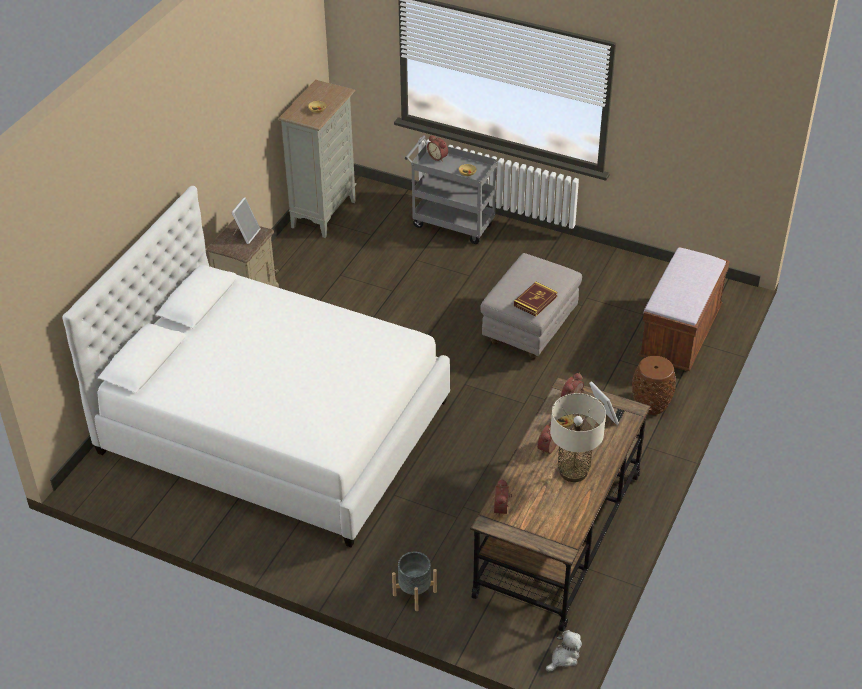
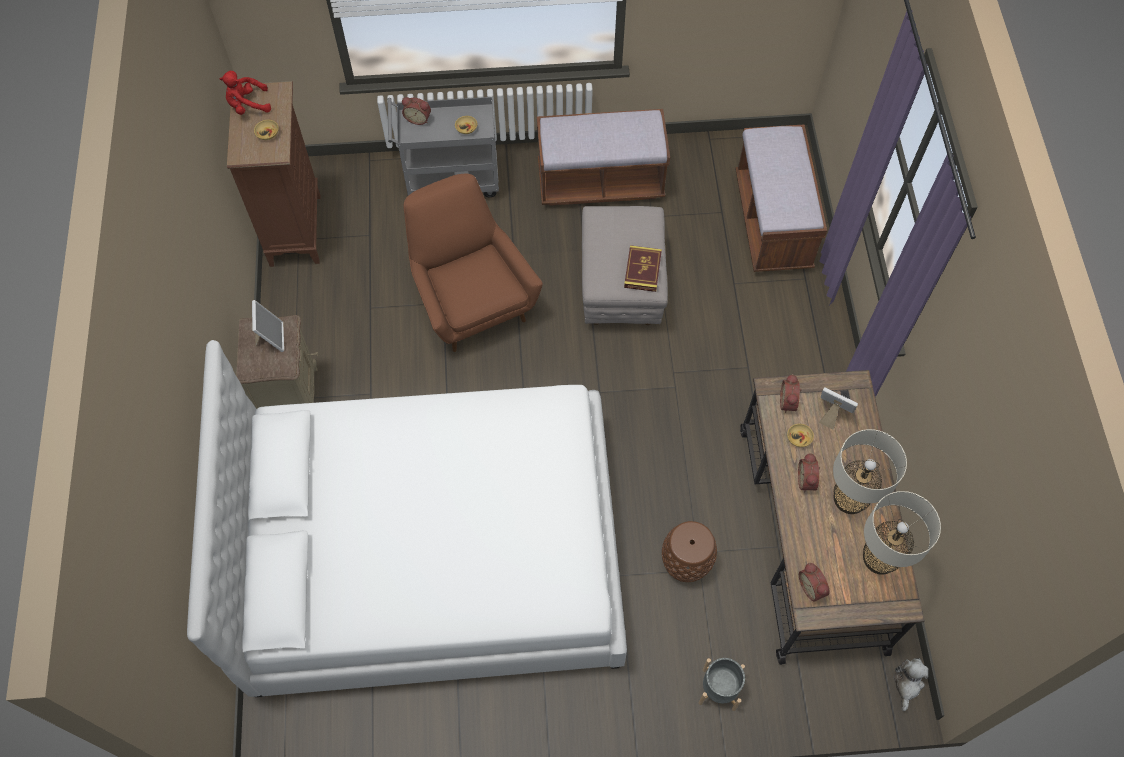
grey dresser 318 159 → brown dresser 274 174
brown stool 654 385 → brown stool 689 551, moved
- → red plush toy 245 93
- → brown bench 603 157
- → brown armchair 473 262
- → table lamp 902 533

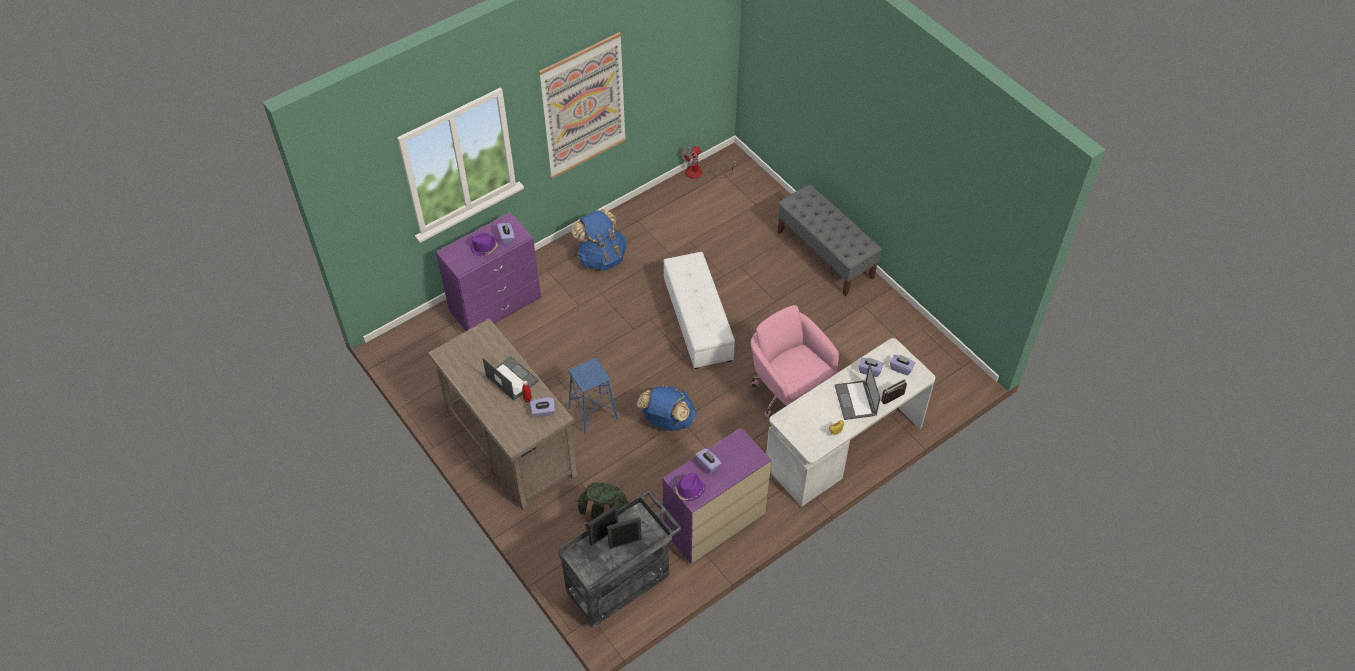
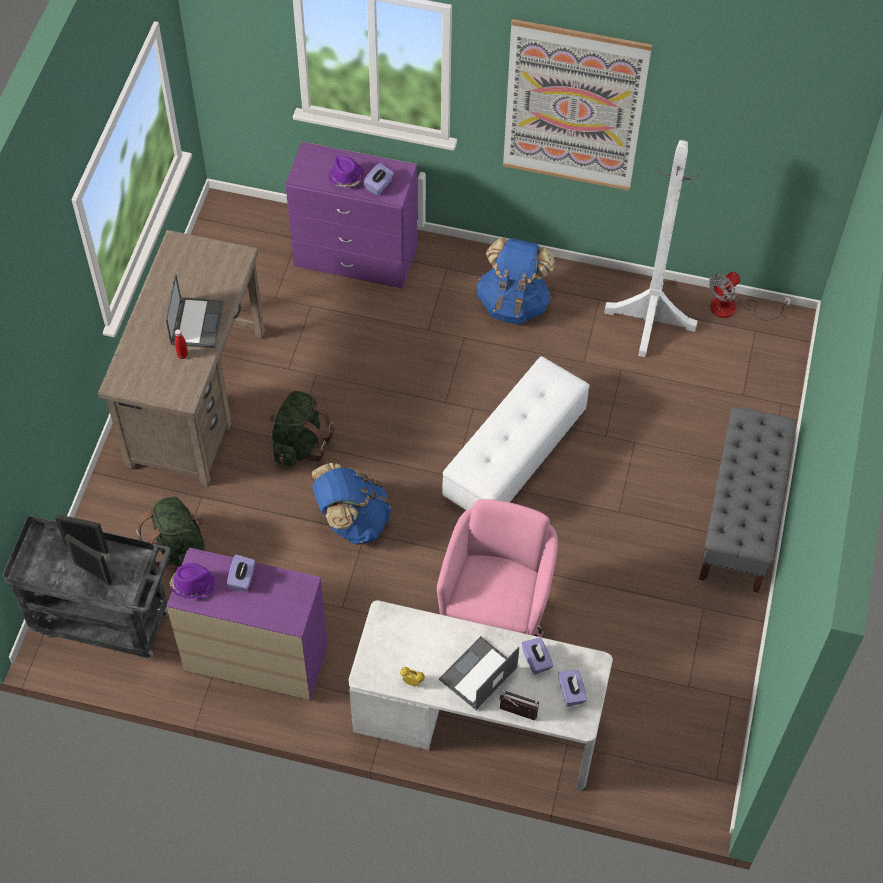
fan 709 162 → fan 750 296, 45 degrees counterclockwise
blue stool 593 396 → green backpack 302 428
purple tissue box 542 407 → -
- → white clothes rack 651 248

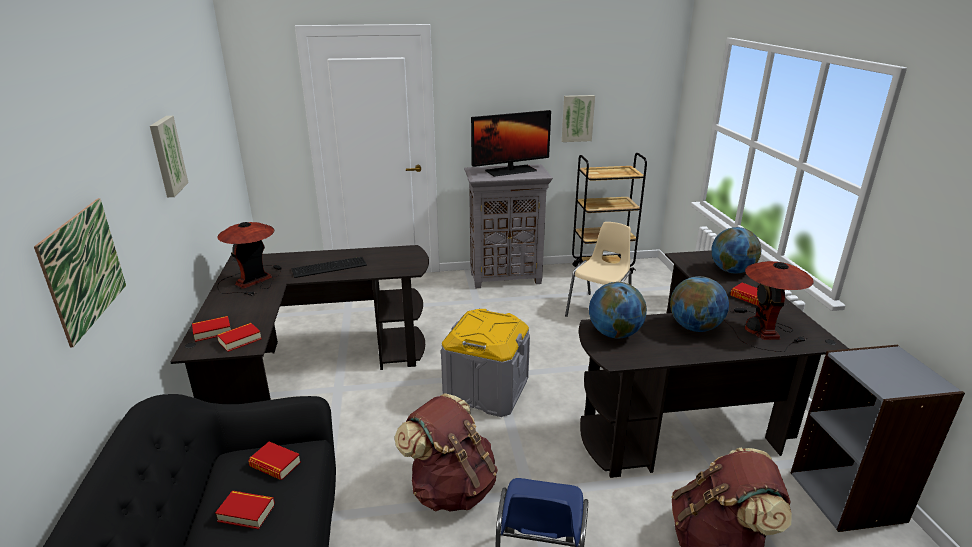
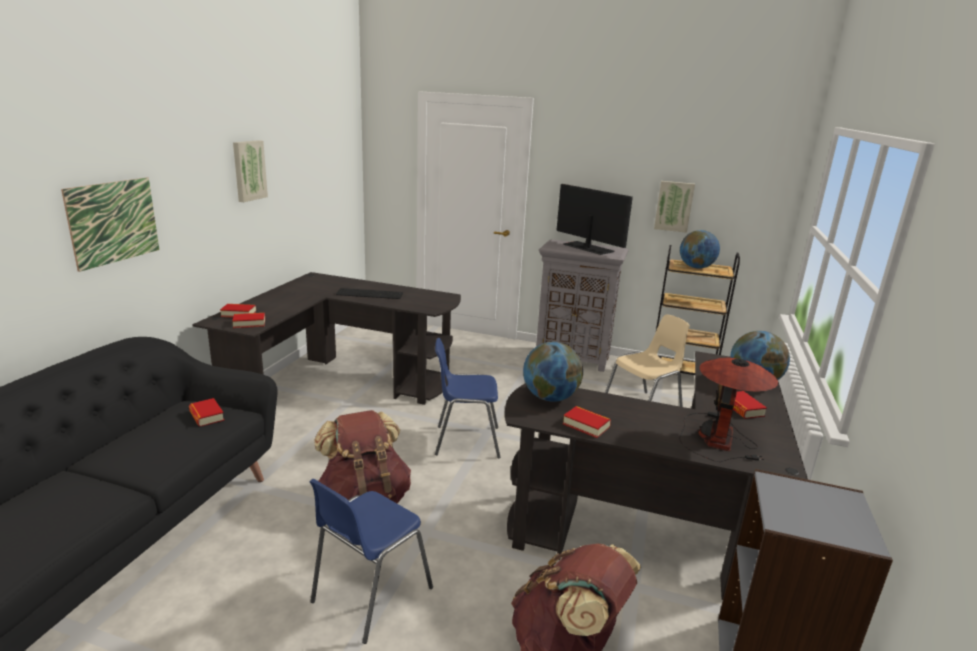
monitor 511 143 → monitor 595 219, 135 degrees counterclockwise
table lamp 249 259 → -
globe 699 304 → globe 700 249, moved
grey storage box 485 363 → blue chair 467 398
book 245 510 → book 587 422, moved

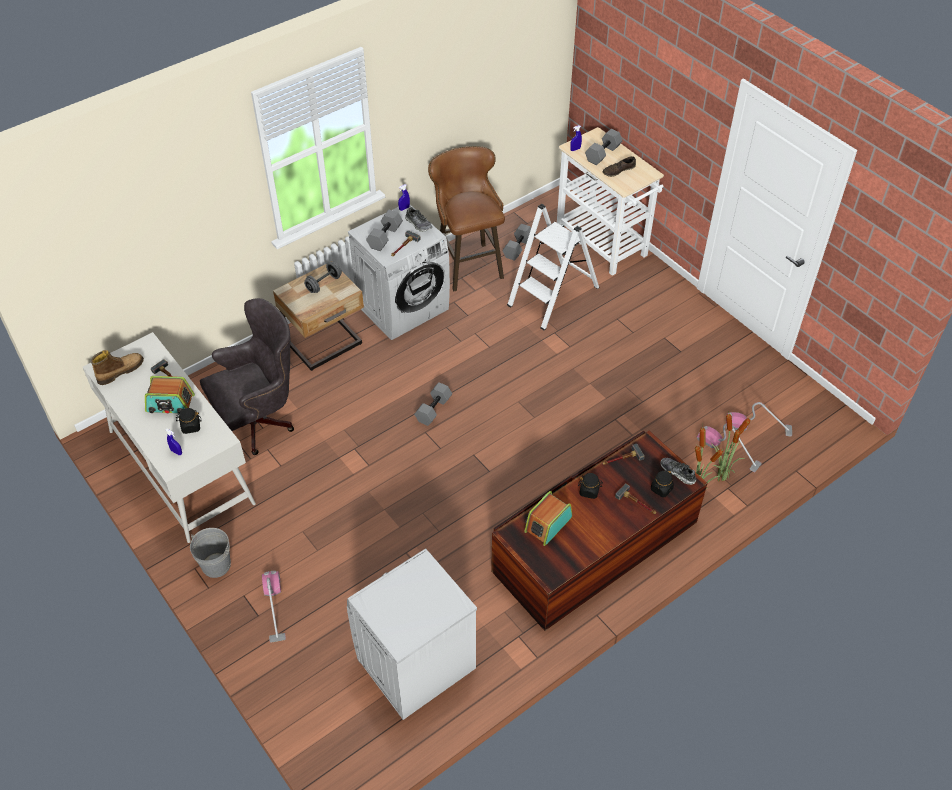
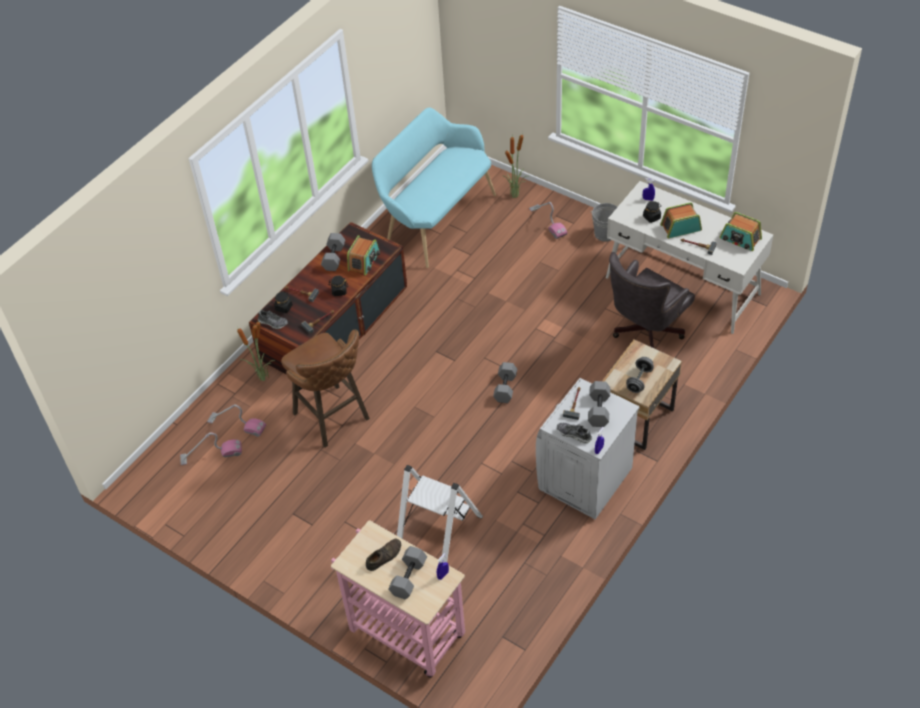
white cart 610 201 → pink cart 398 599
brown stool 466 218 → brown stool 325 388, moved
grey dumbbell 517 242 → grey dumbbell 333 252, moved
boot 117 367 → radio 740 231
potted plant 731 446 → potted plant 514 165, moved
white washing machine 412 634 → turquoise bench 434 187

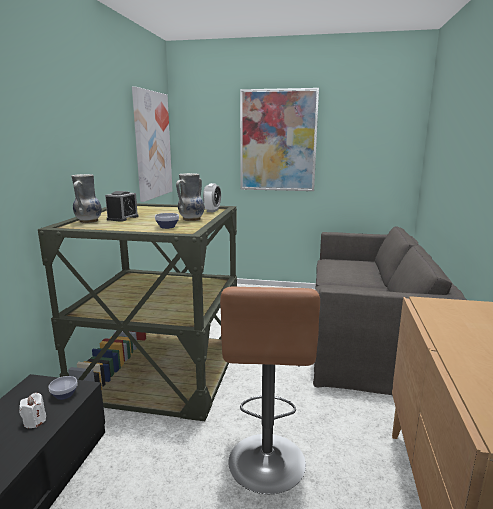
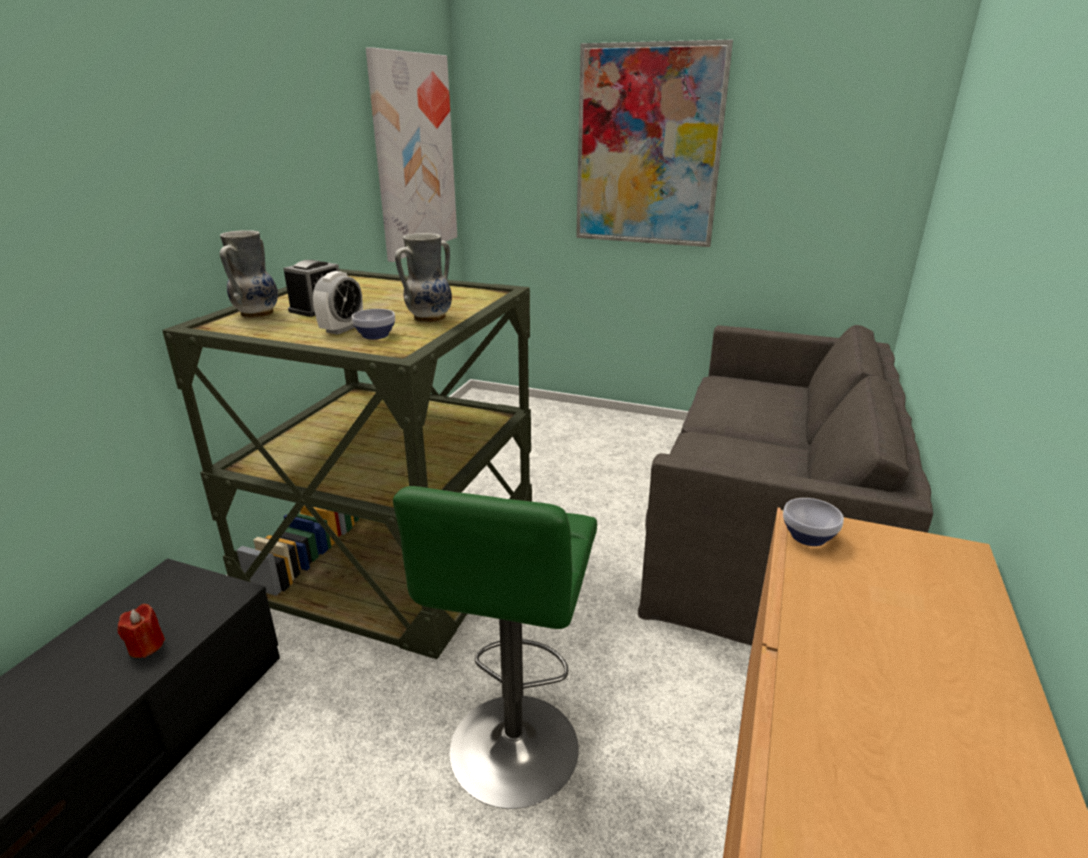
alarm clock 212 197 → alarm clock 338 303, moved
brown stool 270 390 → green stool 495 647
bowl 63 388 → bowl 813 522, moved
white candle 32 410 → red candle 141 631

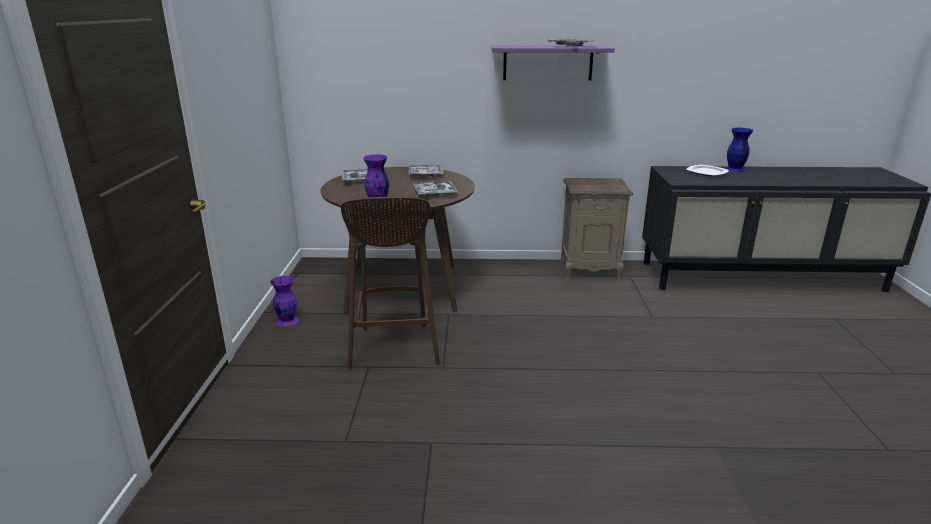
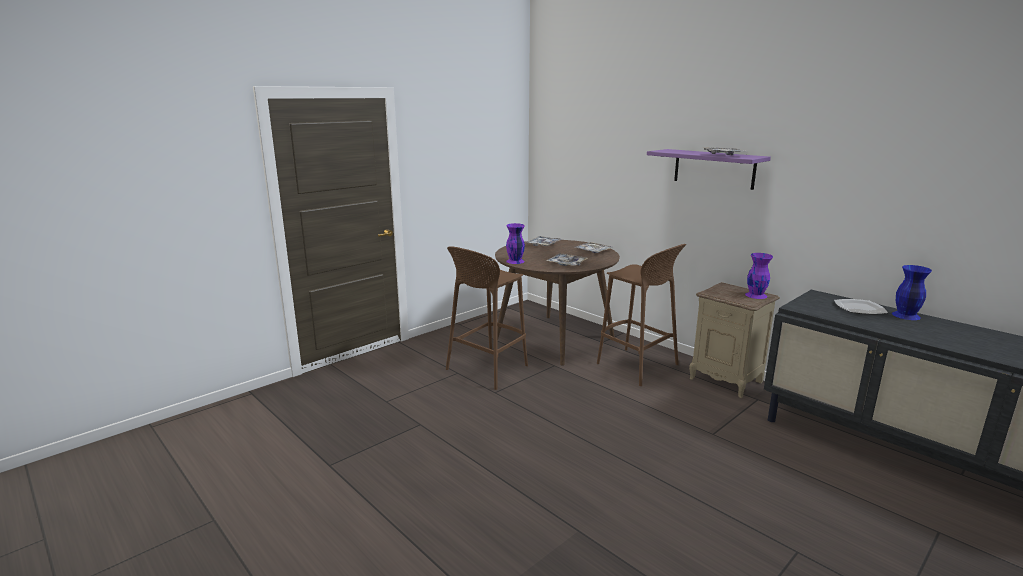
purple vase 284 301 → purple vase 759 276, moved
- → brown stool 641 315

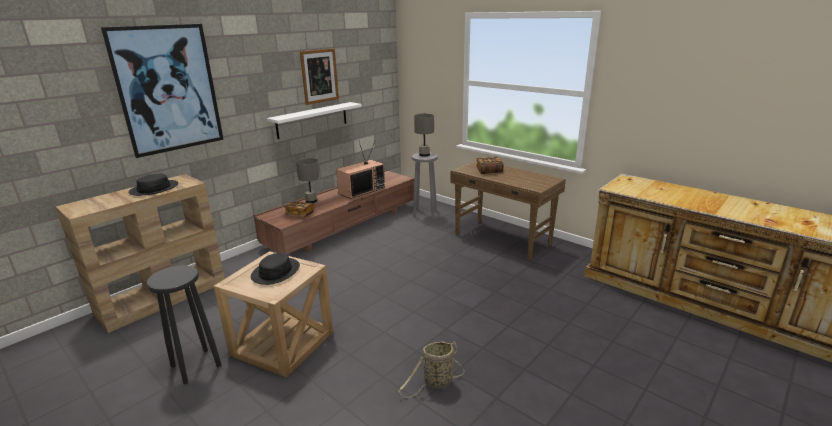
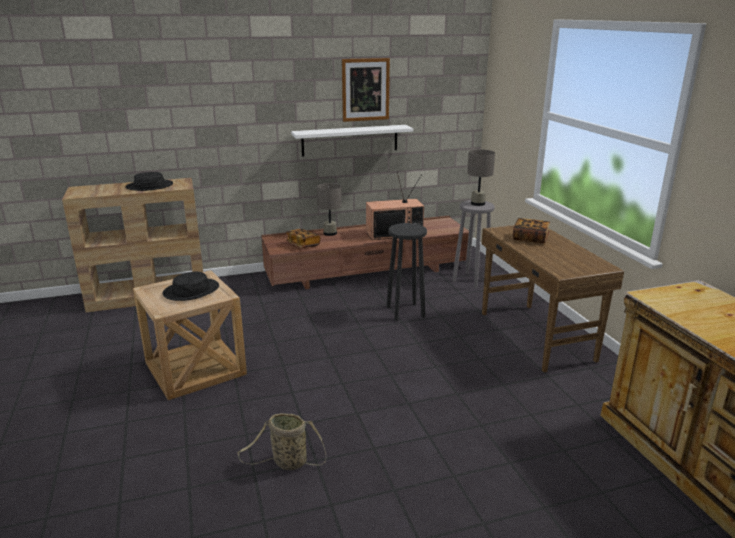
picture 162 91 → -
black stool 184 324 → black stool 407 272, moved

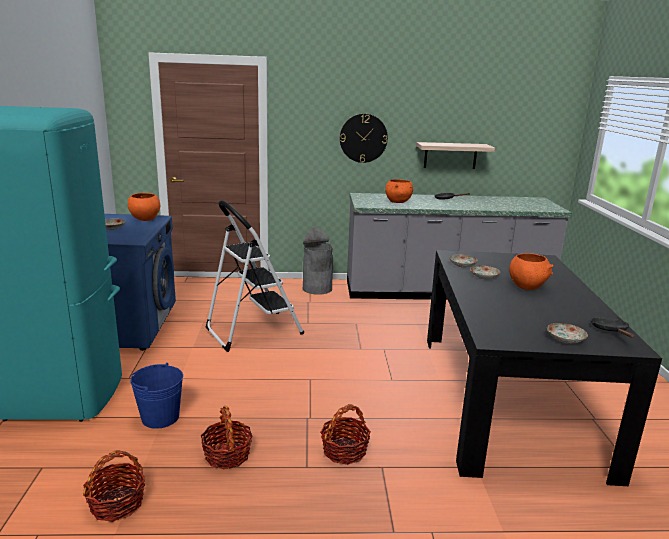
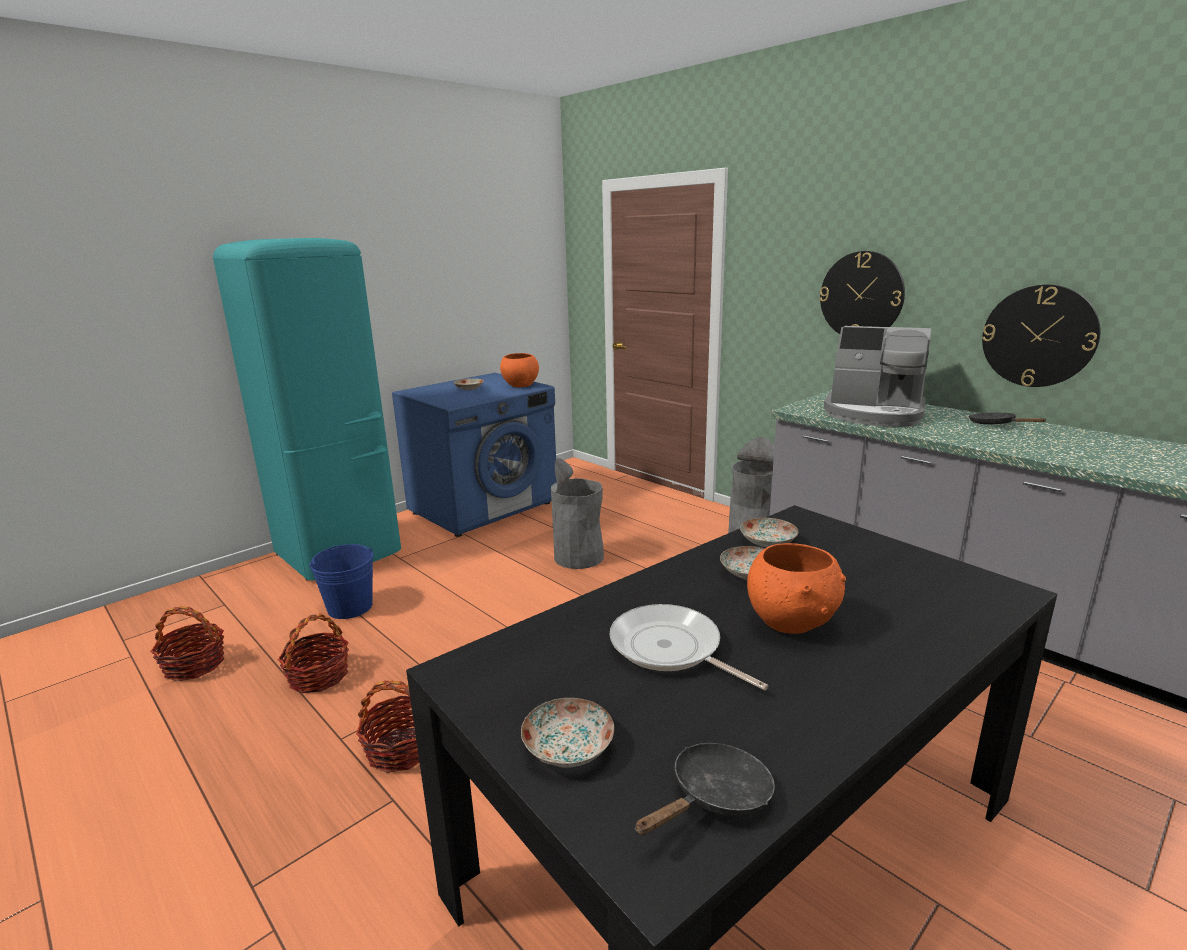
shelf 455 155 → wall clock 1041 336
orange bowl 399 191 → coffee machine 877 376
step ladder 255 276 → grey trash can 577 513
- → frying pan 688 647

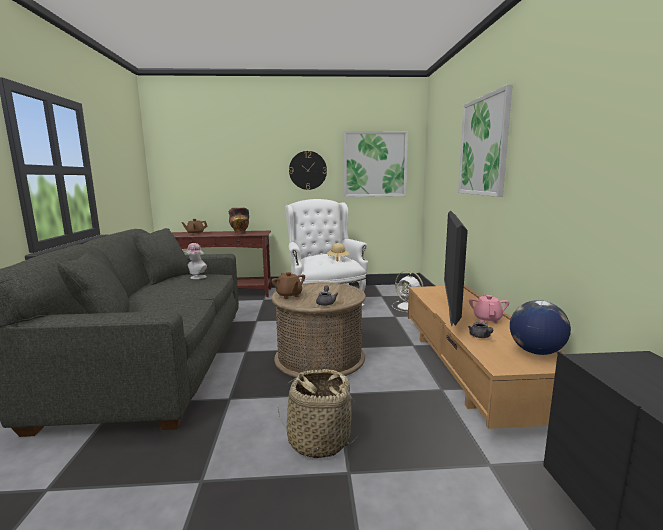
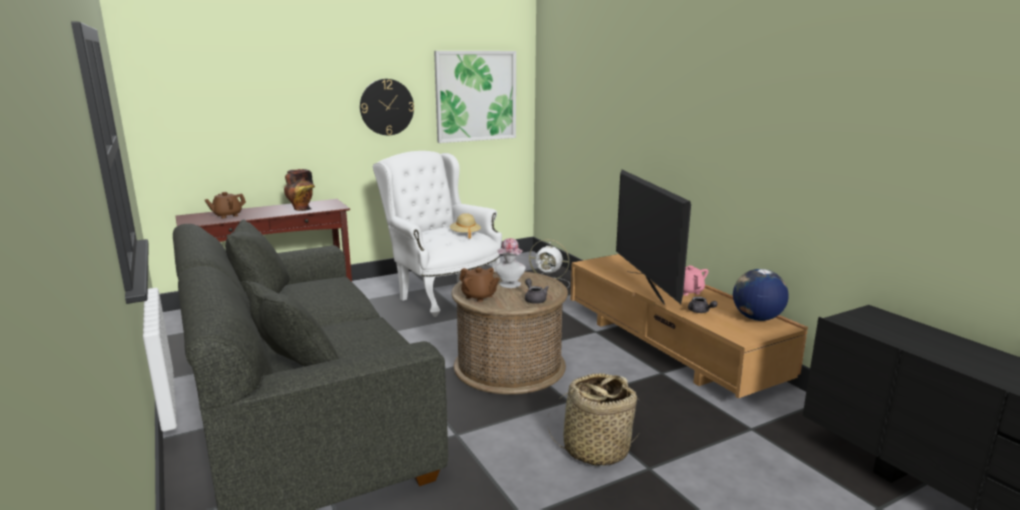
picture 485 141 → -
hat 195 261 → hat 510 263, moved

